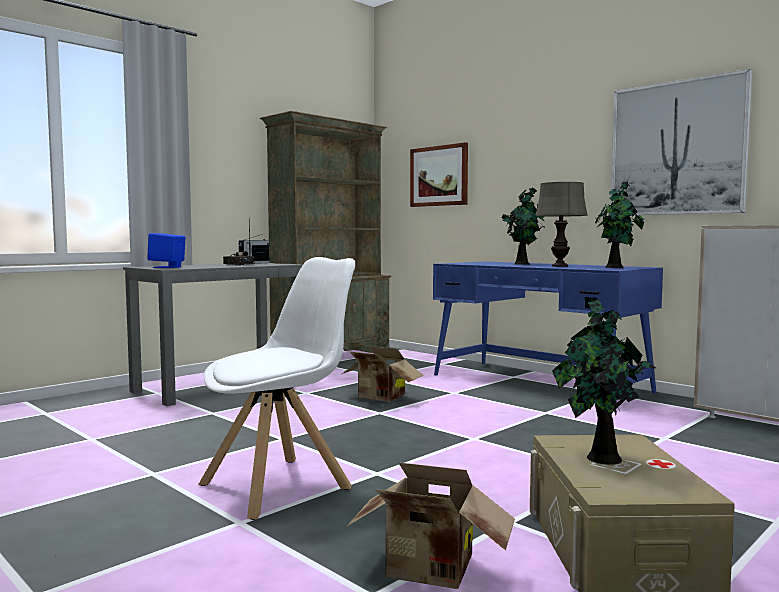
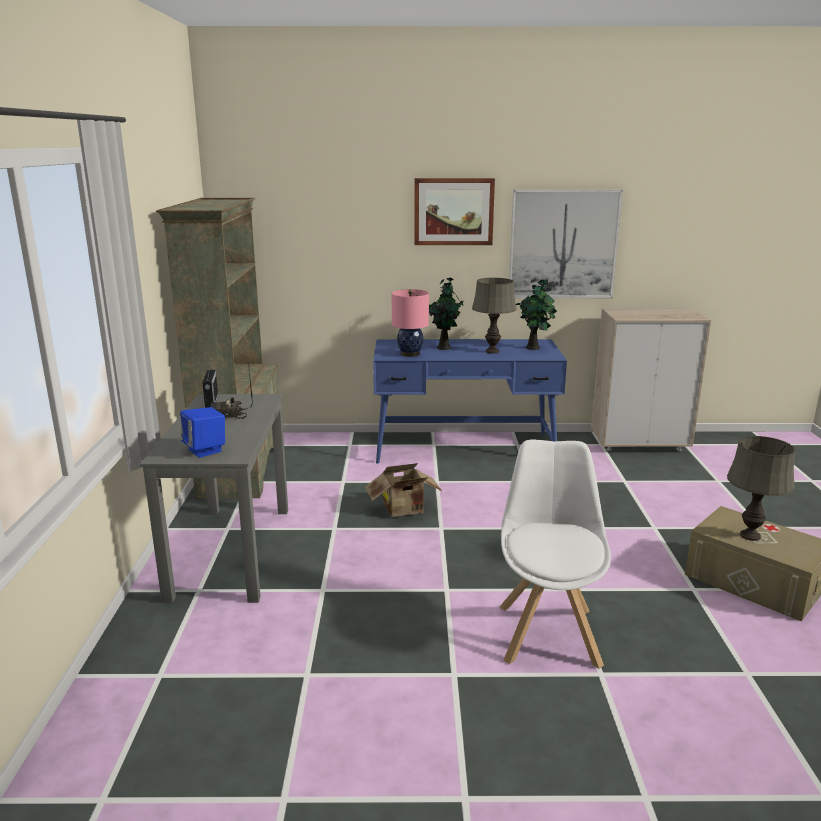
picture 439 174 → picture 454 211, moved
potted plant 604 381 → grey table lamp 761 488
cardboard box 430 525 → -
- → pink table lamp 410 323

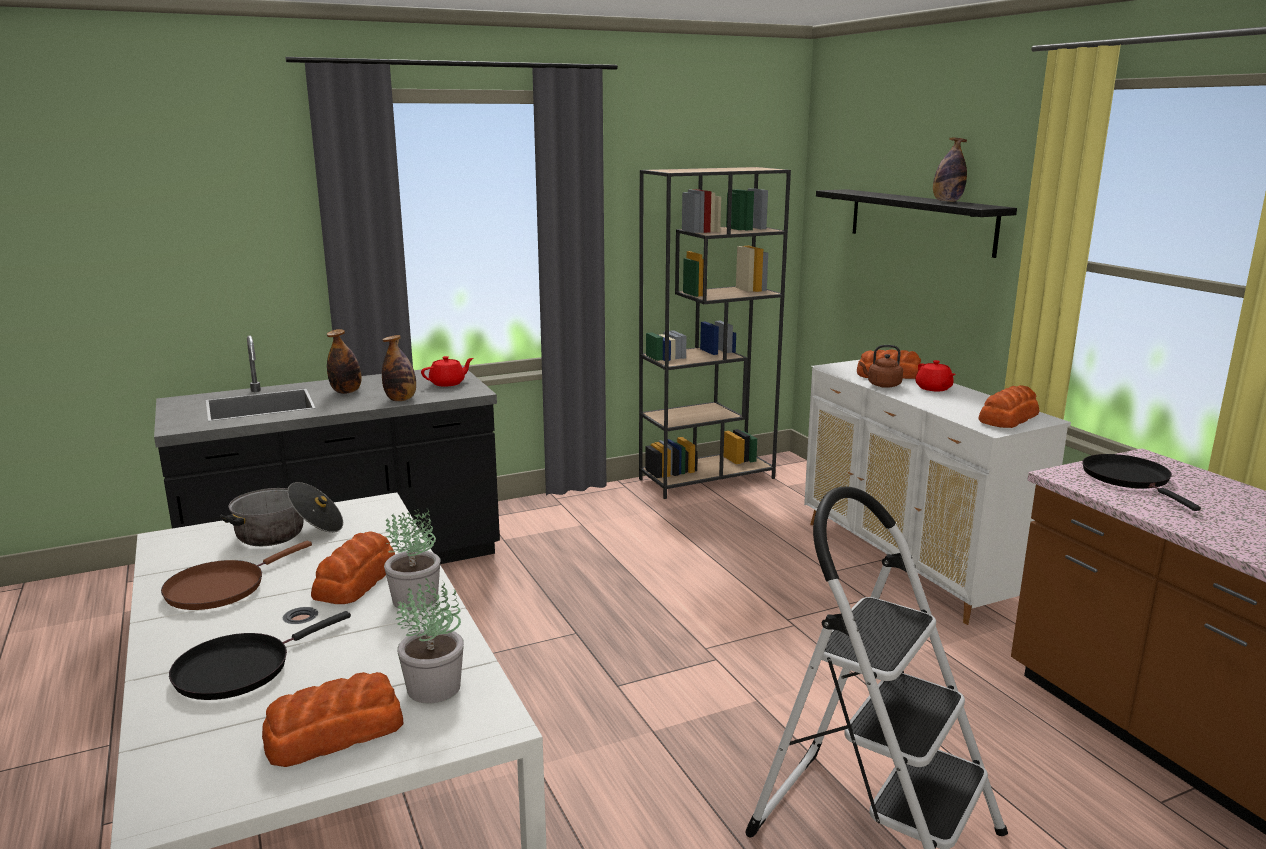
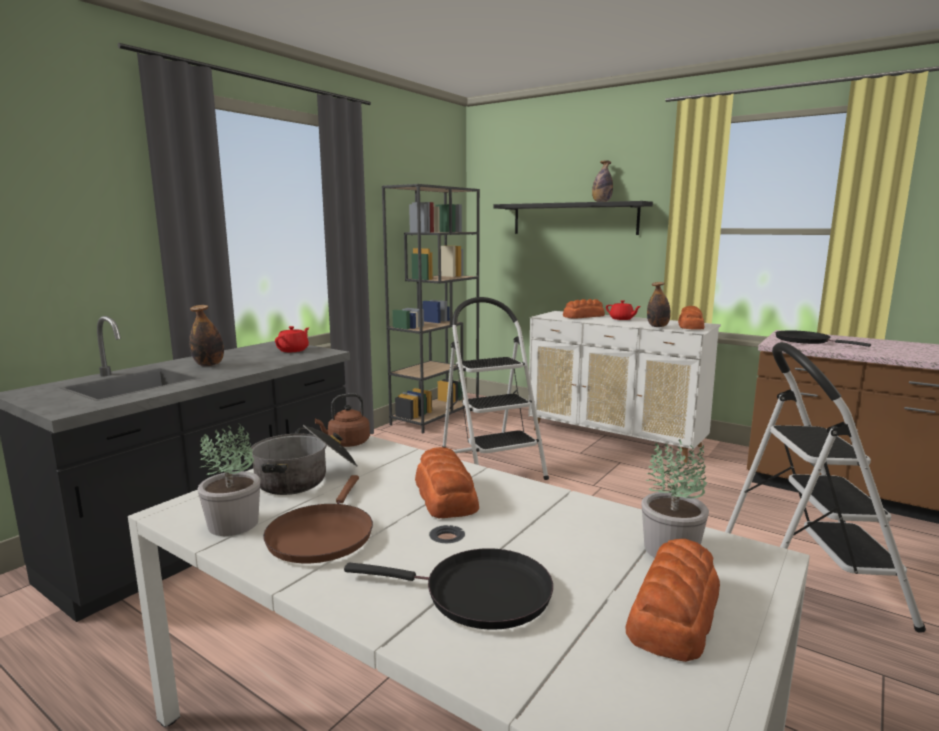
bottle 399 368 → bottle 659 304, moved
brown kettle 881 366 → brown kettle 342 420, moved
potted plant 412 560 → potted plant 229 479, moved
black frying pan 260 655 → black frying pan 448 589, 90 degrees counterclockwise
- → step ladder 495 388

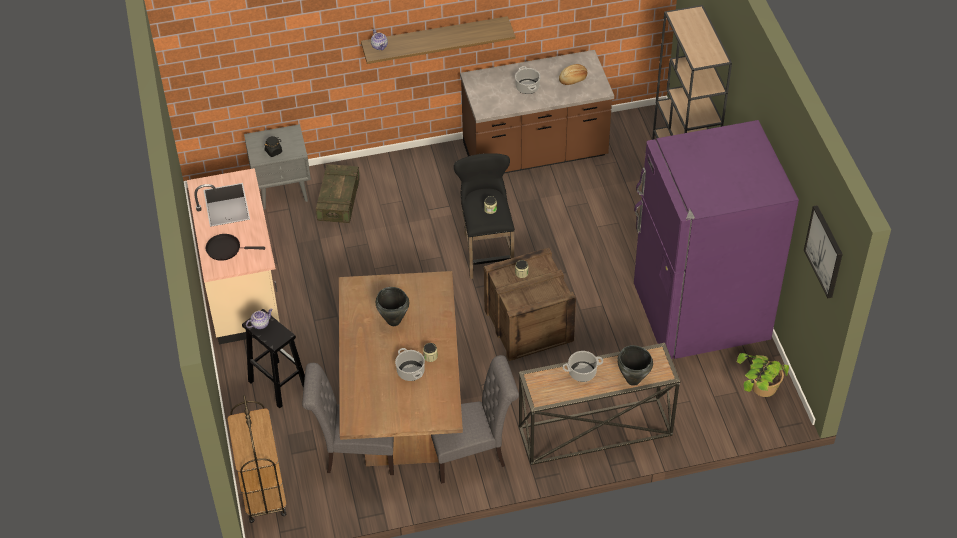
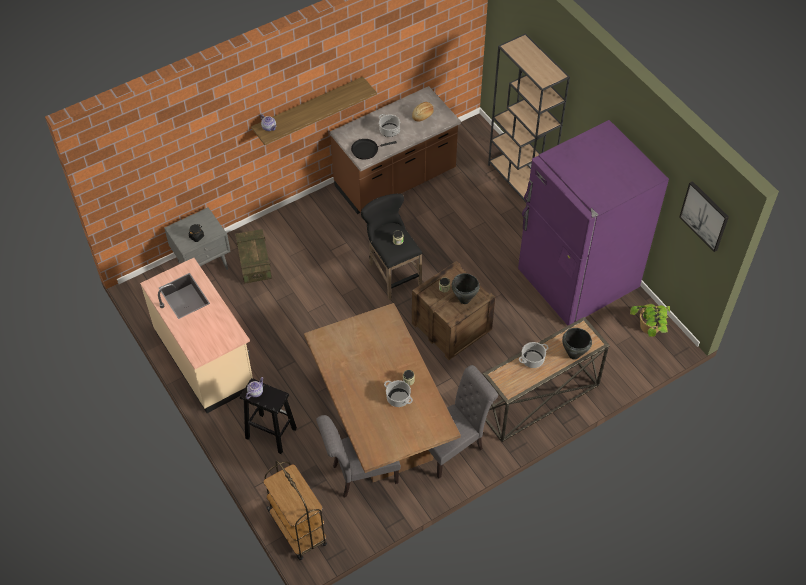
black frying pan 235 247 → black frying pan 374 149, moved
black cooking pot 392 306 → black cooking pot 466 288, moved

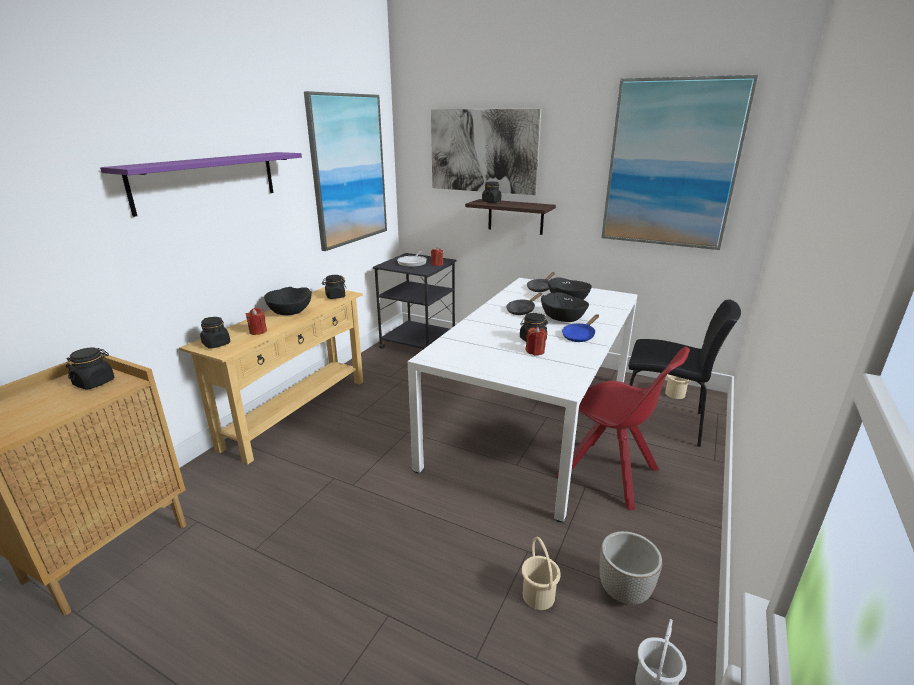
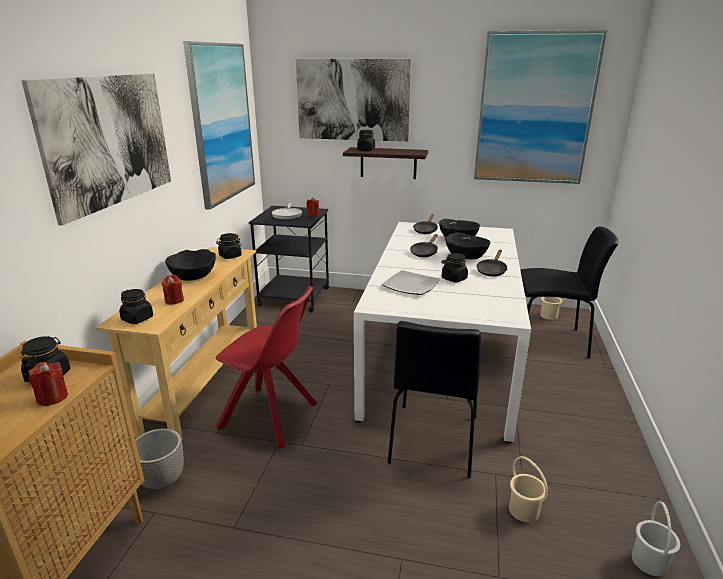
purple shelf 201 184 → picture 96 149
blue frying pan 580 328 → black frying pan 491 263
red candle 536 341 → red candle 48 384, moved
red chair 623 428 → red chair 267 367, moved
planter 630 568 → planter 159 459, moved
- → plate 411 282
- → black chair 434 399

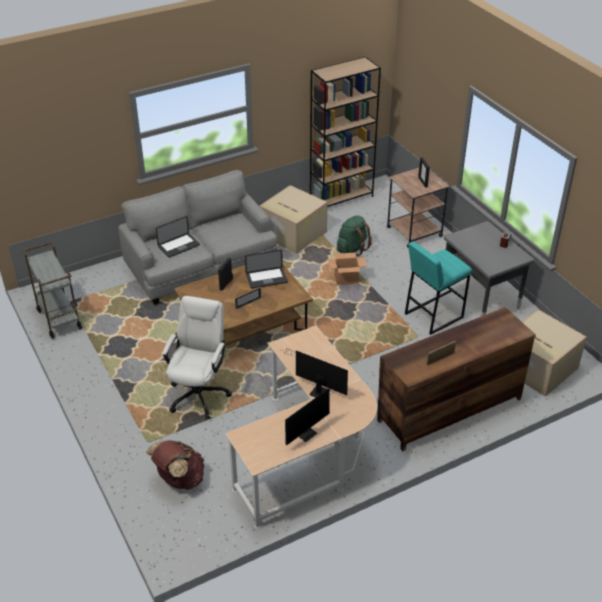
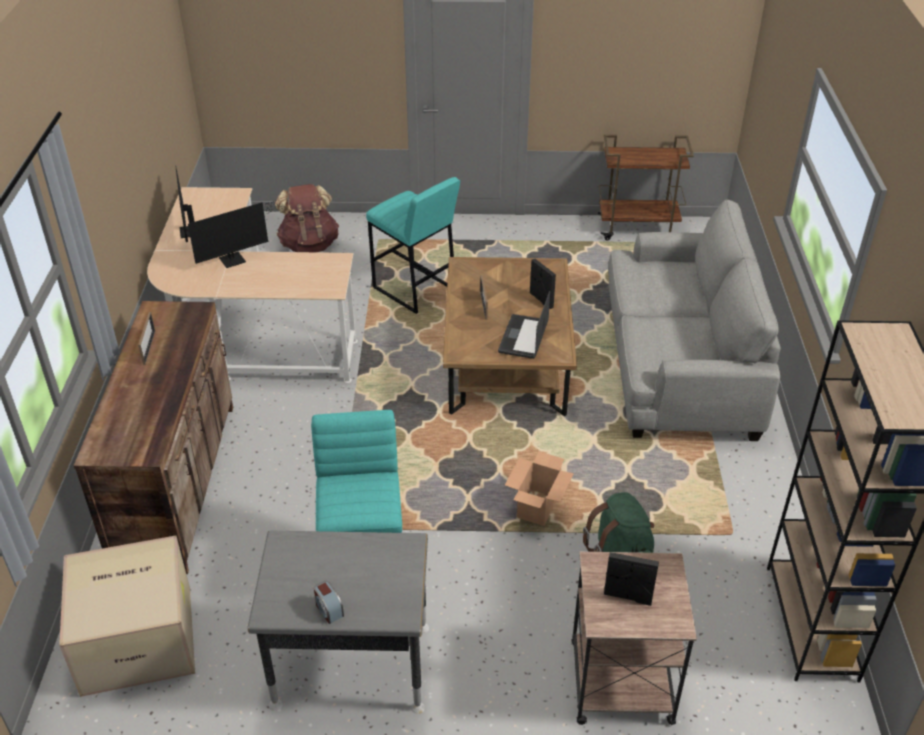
cardboard box 293 219 → -
laptop 178 237 → -
grey cart 52 290 → brown cart 646 188
white office chair 197 358 → turquoise stool 413 245

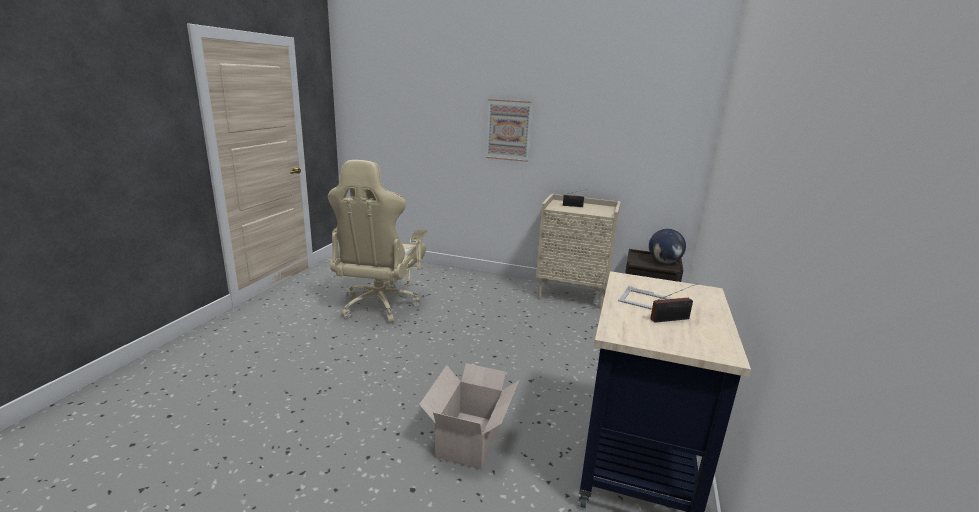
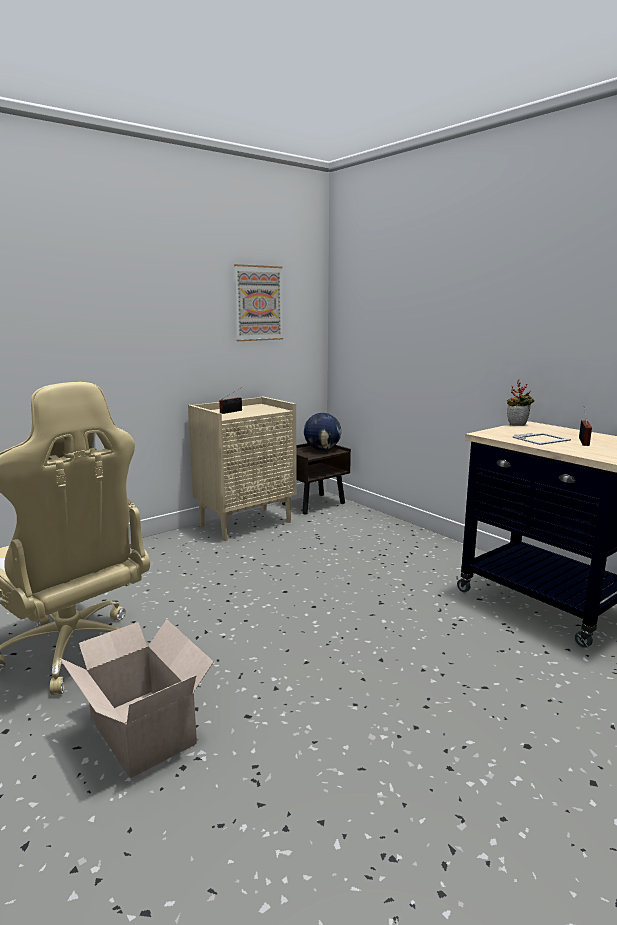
picture 509 130 → picture 258 302, moved
cardboard box 469 416 → cardboard box 136 698, moved
- → potted plant 521 403

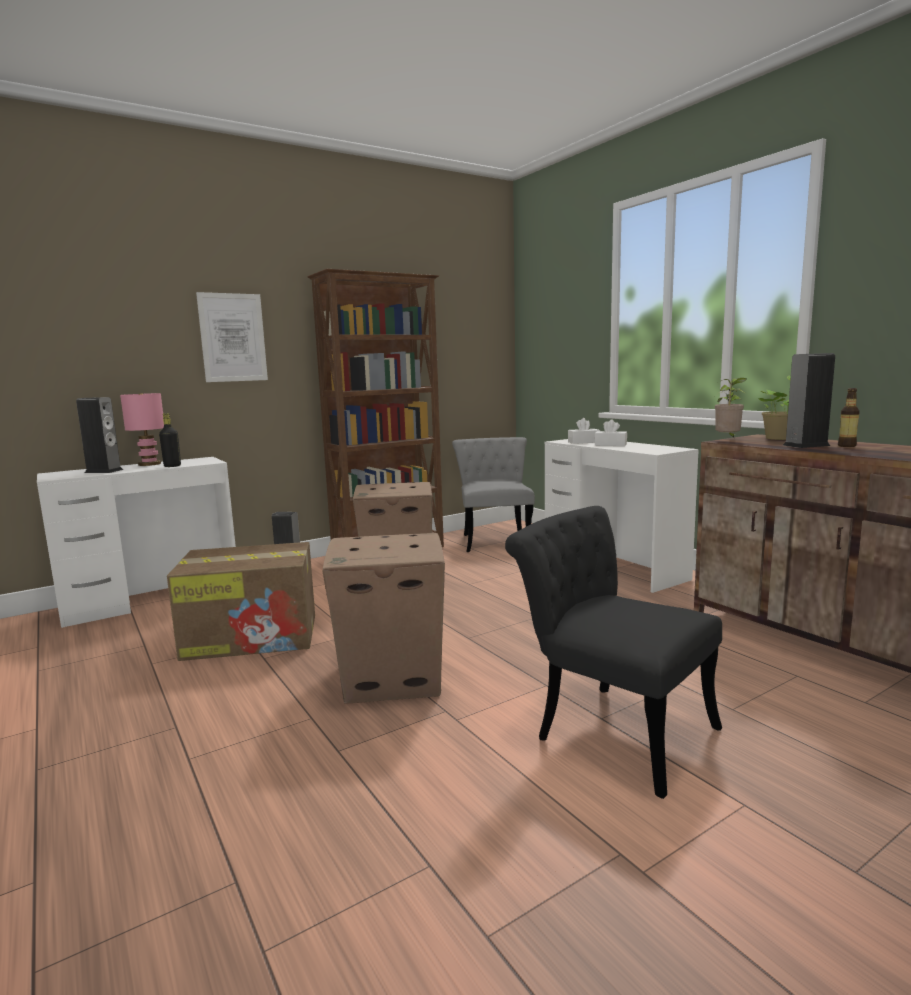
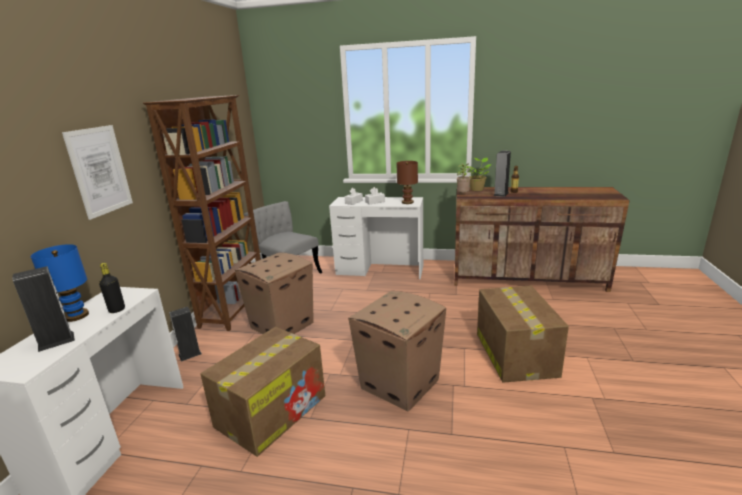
pink table lamp 142 429 → blue table lamp 60 283
black chair 613 652 → cardboard box 523 334
- → brown table lamp 407 182

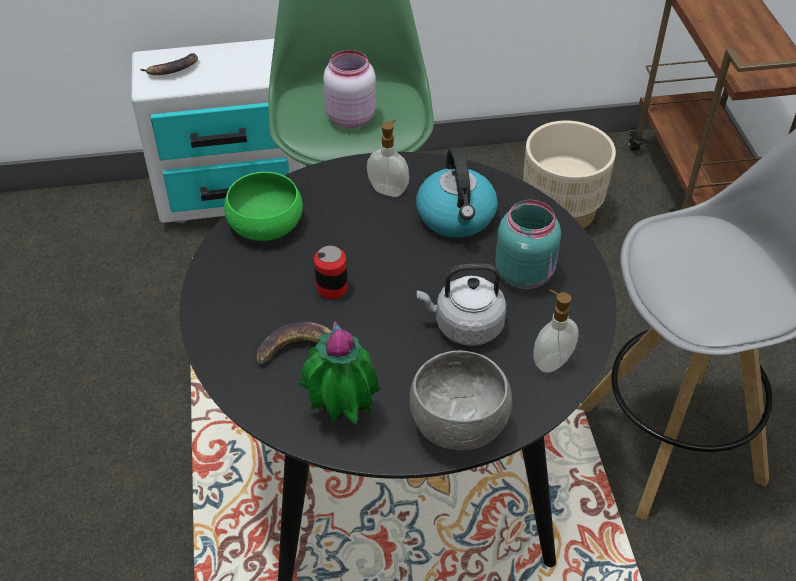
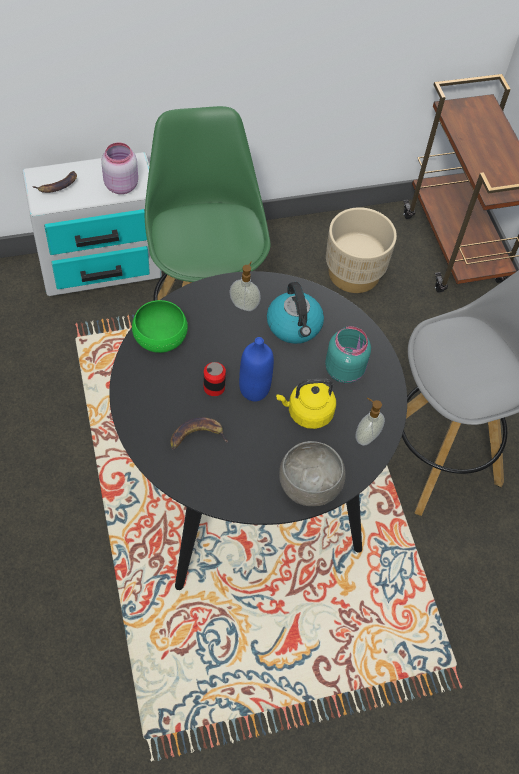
pink jar 349 89 → pink jar 119 168, moved
grey kettle 461 304 → yellow kettle 306 404
potted plant 340 372 → -
- → blue bottle 256 369

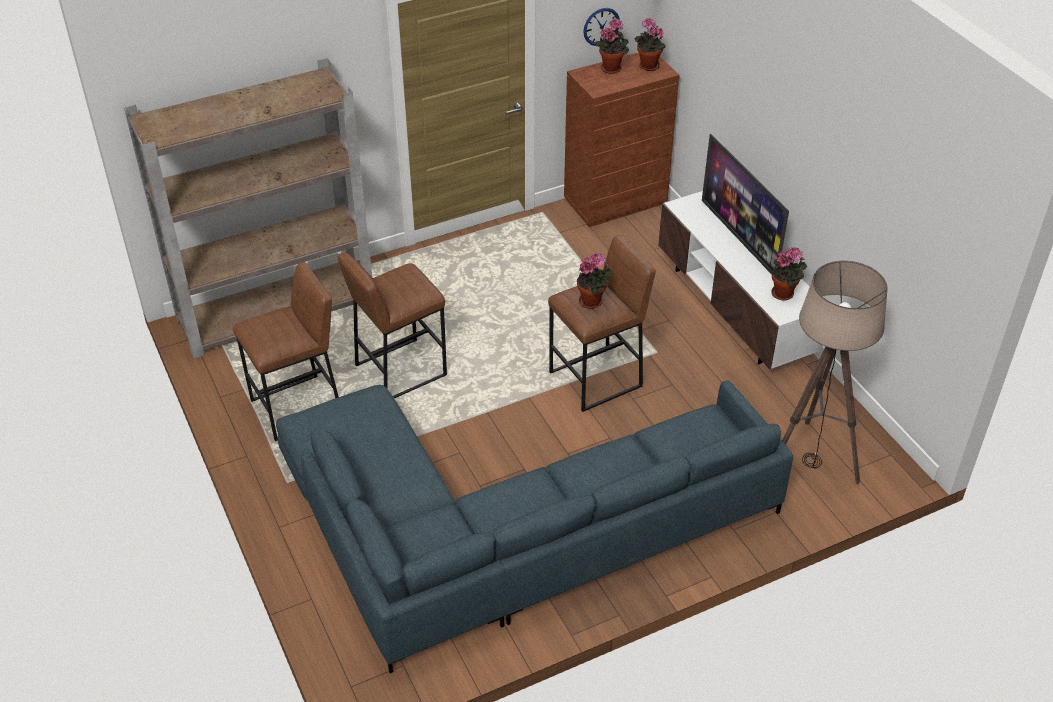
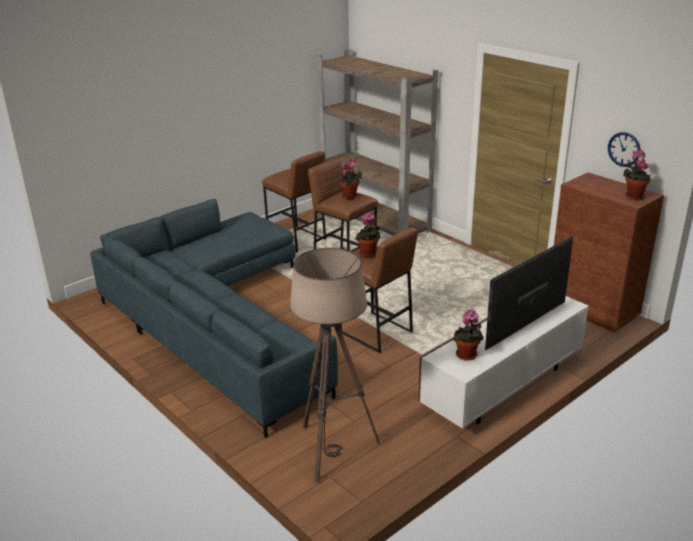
potted plant 612 46 → potted plant 351 179, moved

